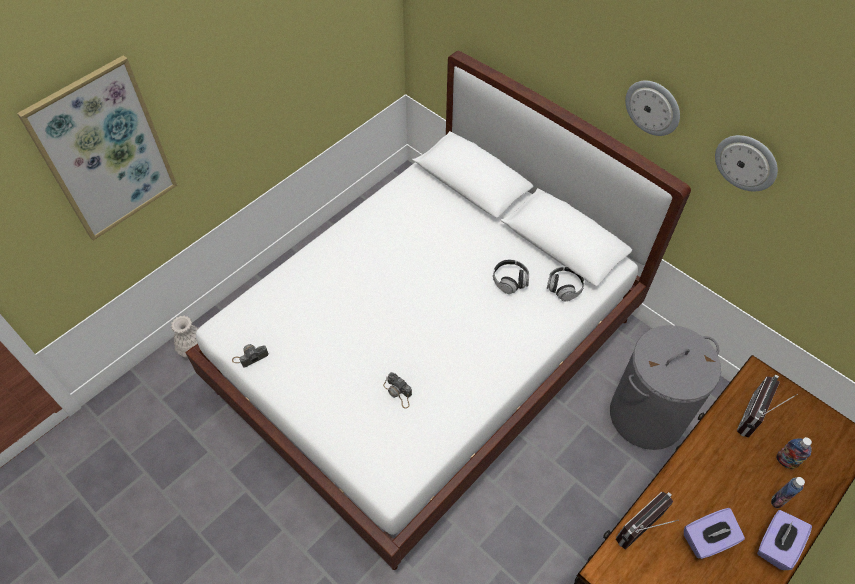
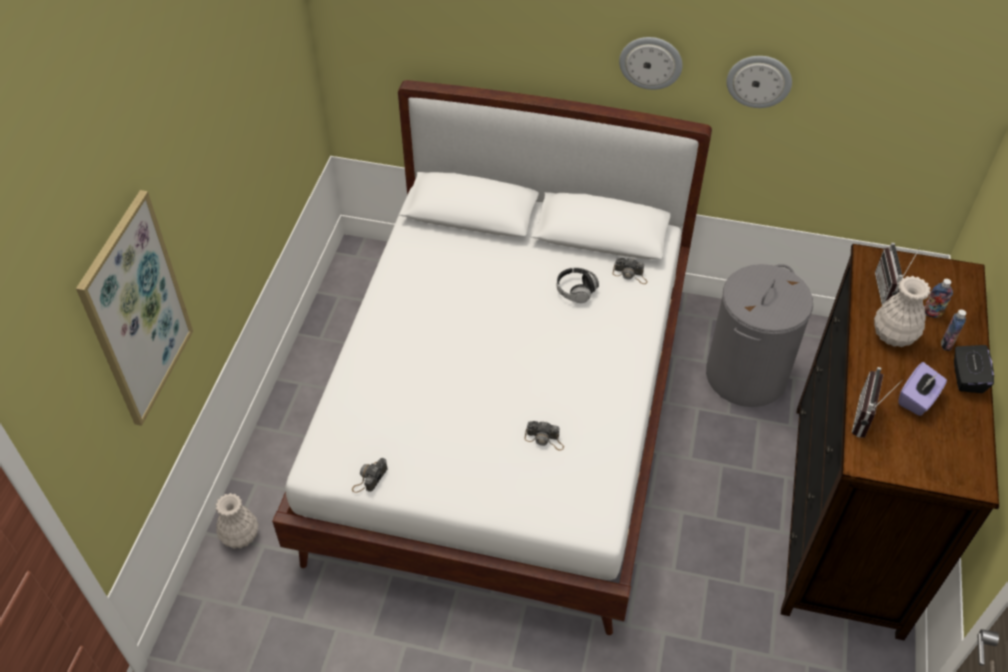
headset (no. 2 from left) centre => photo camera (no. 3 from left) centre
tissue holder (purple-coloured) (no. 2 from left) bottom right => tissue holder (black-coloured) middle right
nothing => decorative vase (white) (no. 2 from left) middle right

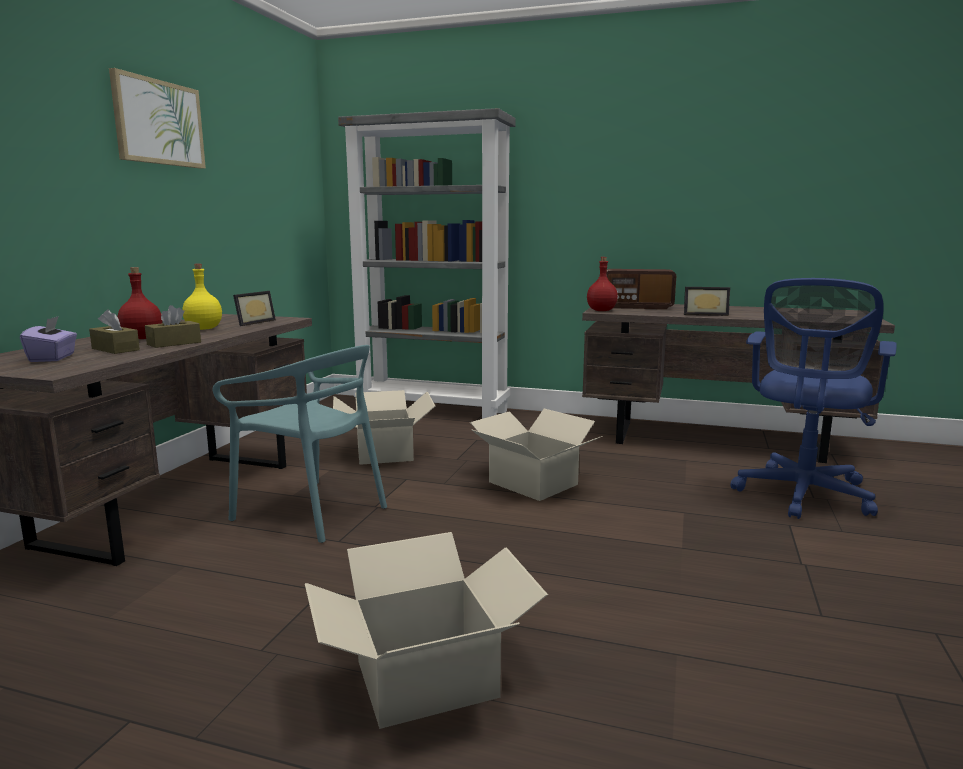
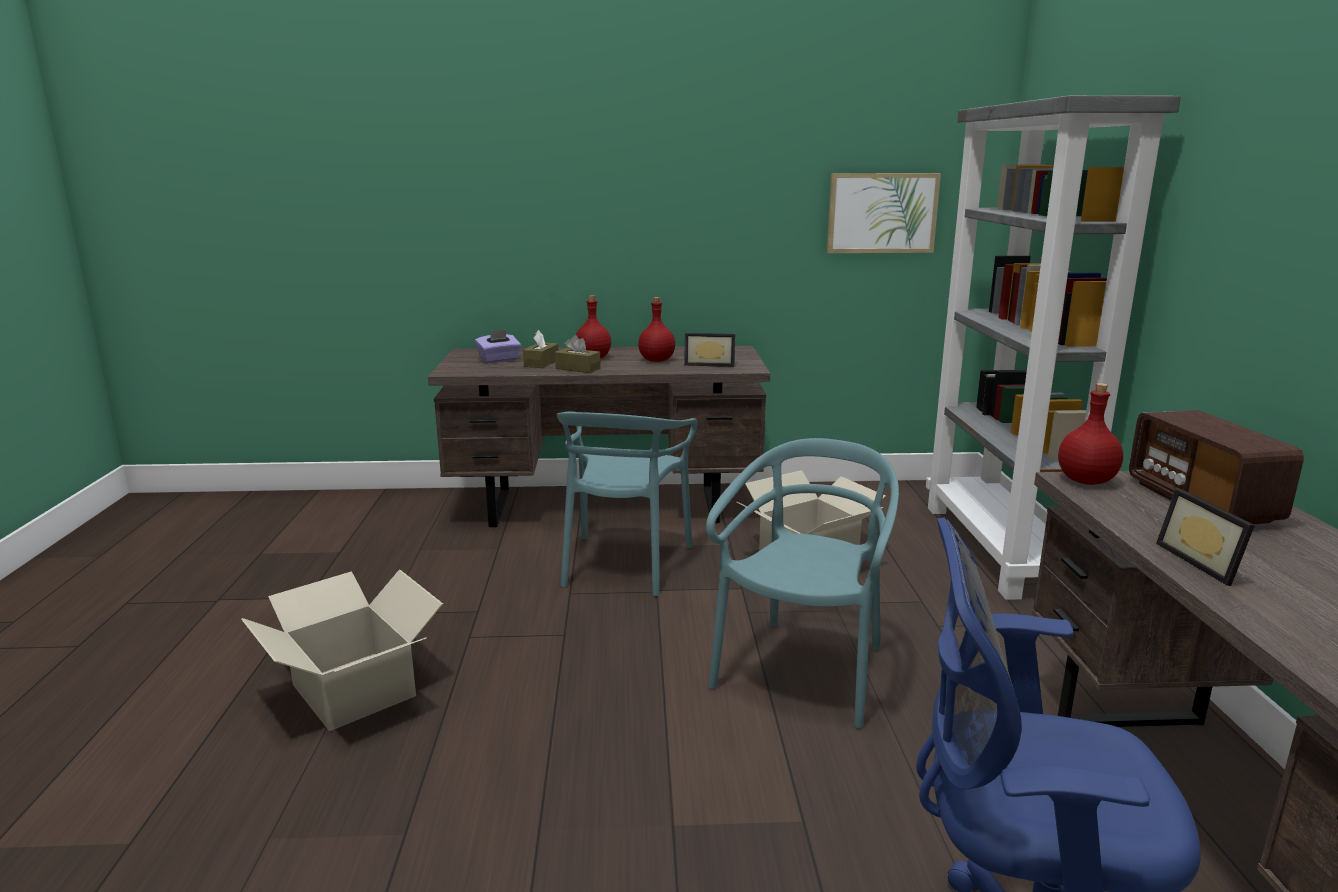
picture top left => picture top centre, shifted
bottle (yellow) middle left => bottle (red-coloured) (no. 2 from left) centre
packing box (no. 3 from left) centre => chair (blue-green) (no. 2 from left) centre

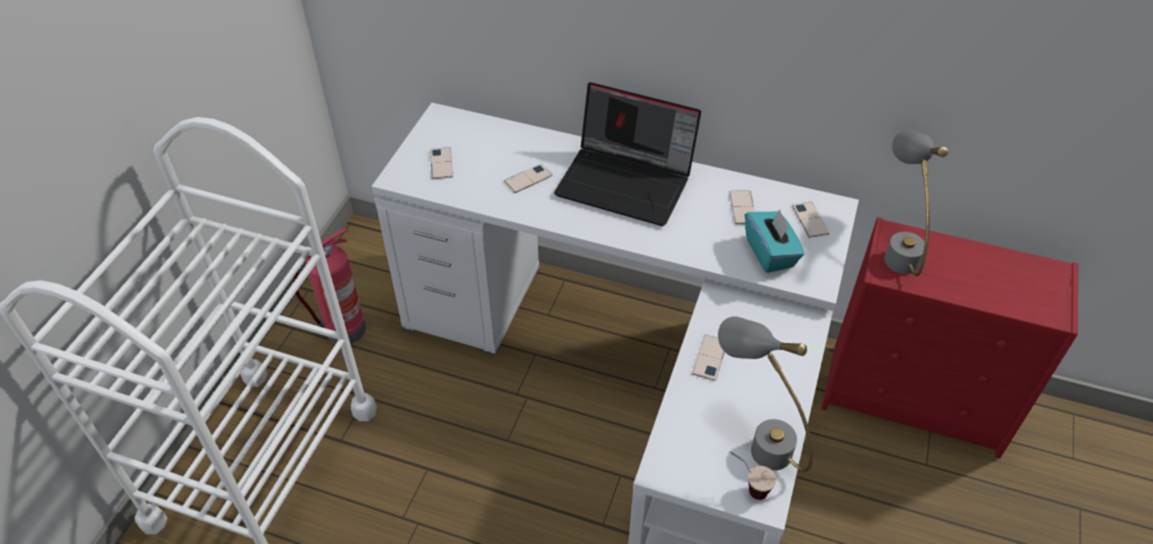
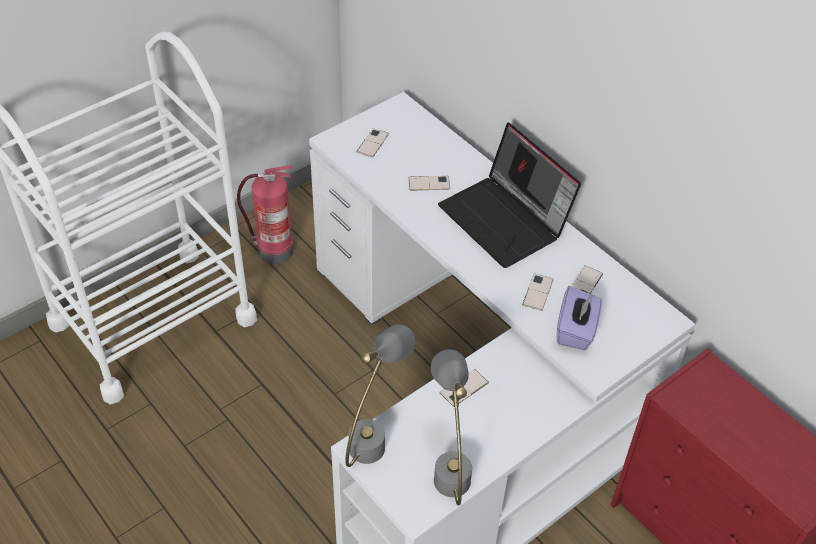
drinking cup bottom centre => nothing
tissue holder (blue-green) middle right => tissue holder (purple-coloured) middle right
telephone (no. 5 from left in the first image) middle right => telephone (no. 4 from left) centre, shifted
table lamp (grey) (no. 2 from left in the first image) middle right => table lamp (grey) (no. 1 from left) bottom centre, shifted

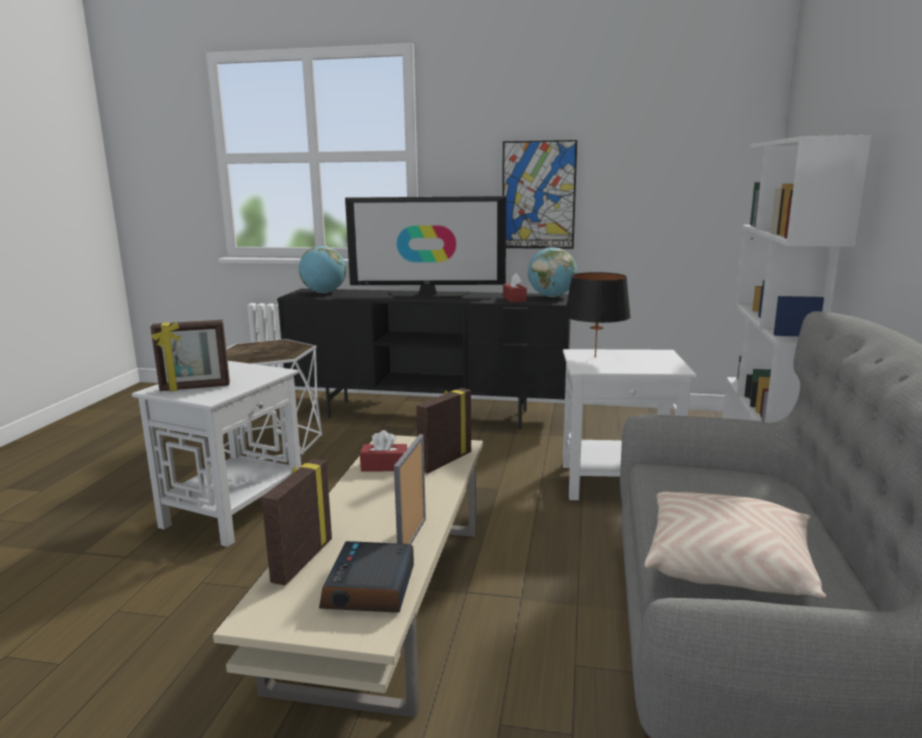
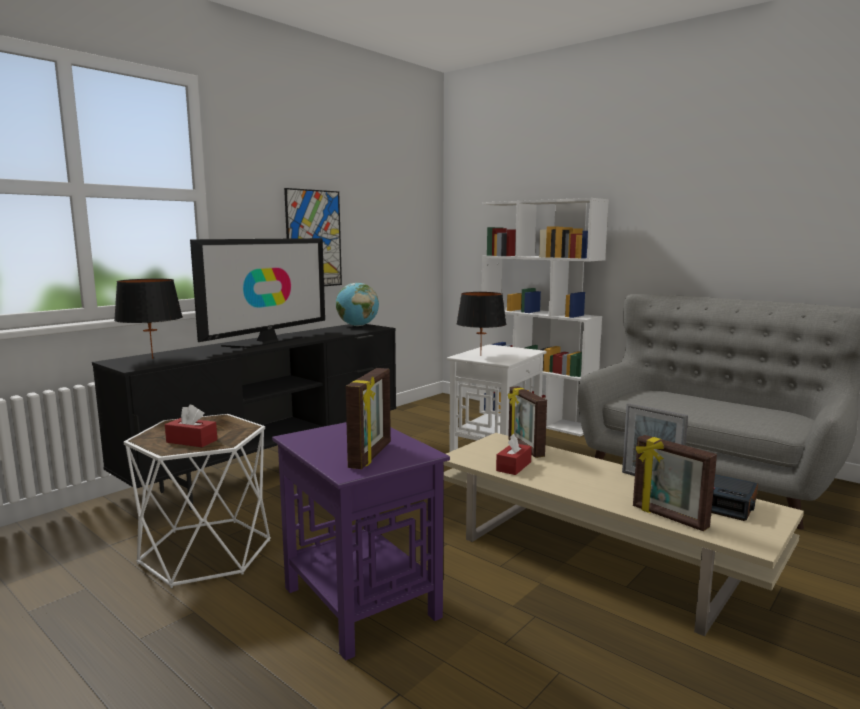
accent table (white) (no. 1 from left) middle left => accent table (purple-coloured) bottom centre
desk globe (no. 1 from left) centre => table lamp (black-coloured) (no. 1 from left) middle left
tissue holder (red-coloured) (no. 2 from left in the first image) centre => tissue holder (red-coloured) (no. 1 from left) middle left, shifted
cushion (sand-coloured) bottom right => nothing

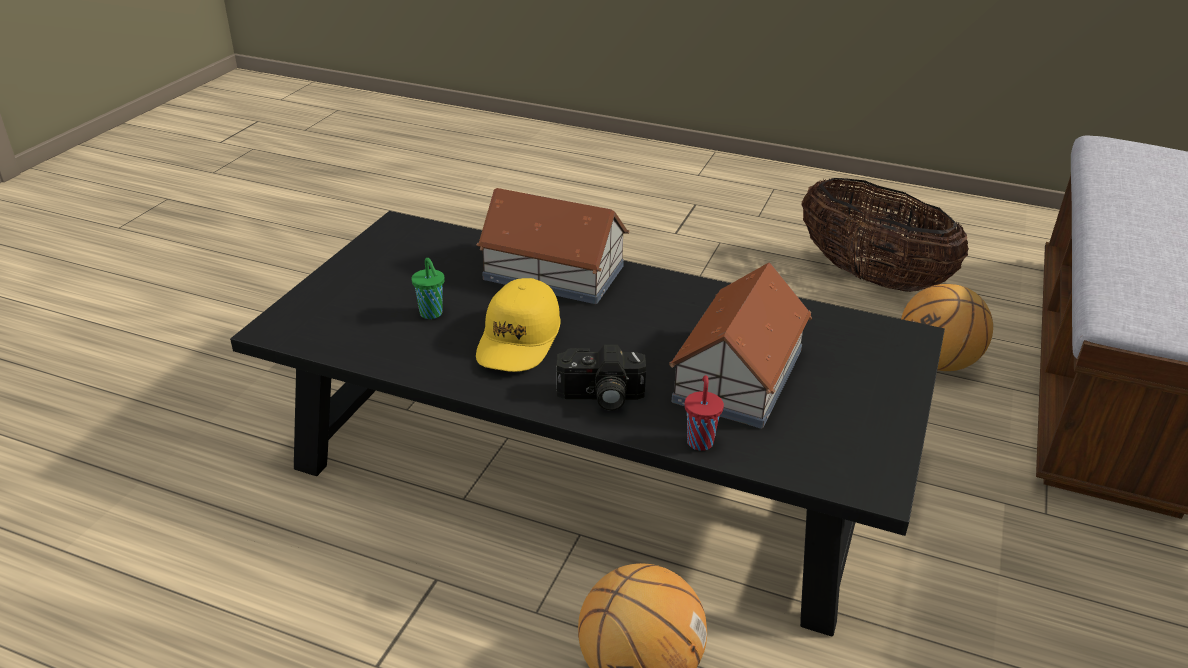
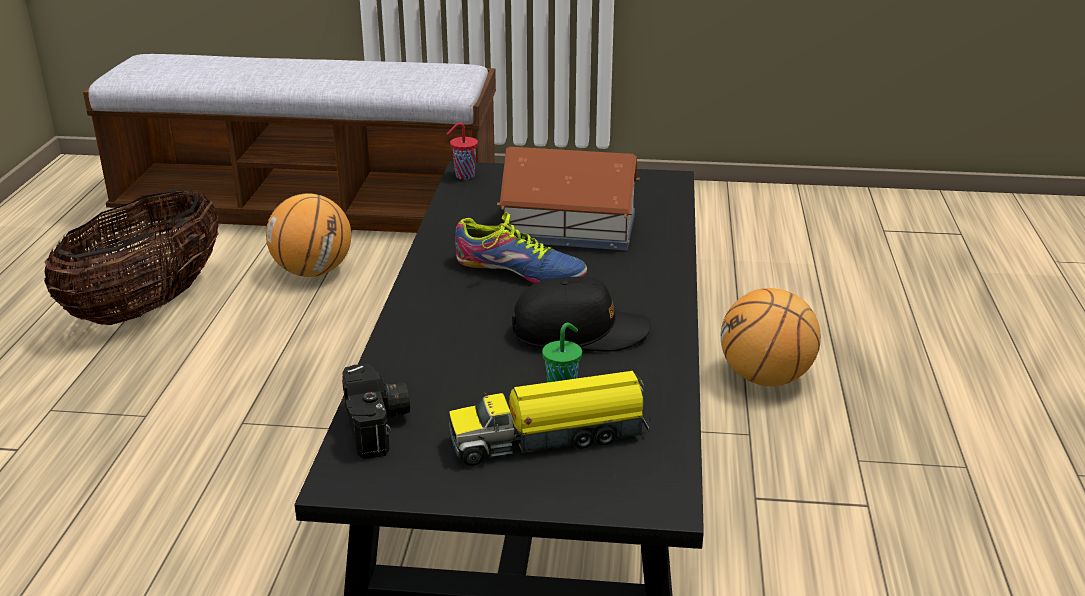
baseball cap (yellow) centre => baseball cap (black-coloured) centre
miniature house (no. 1 from left) centre => nothing
photo camera centre => photo camera bottom centre, shifted
drinking cup (red-coloured) centre => drinking cup (red-coloured) top centre, shifted
nothing => toy truck bottom centre
nothing => low shoe centre

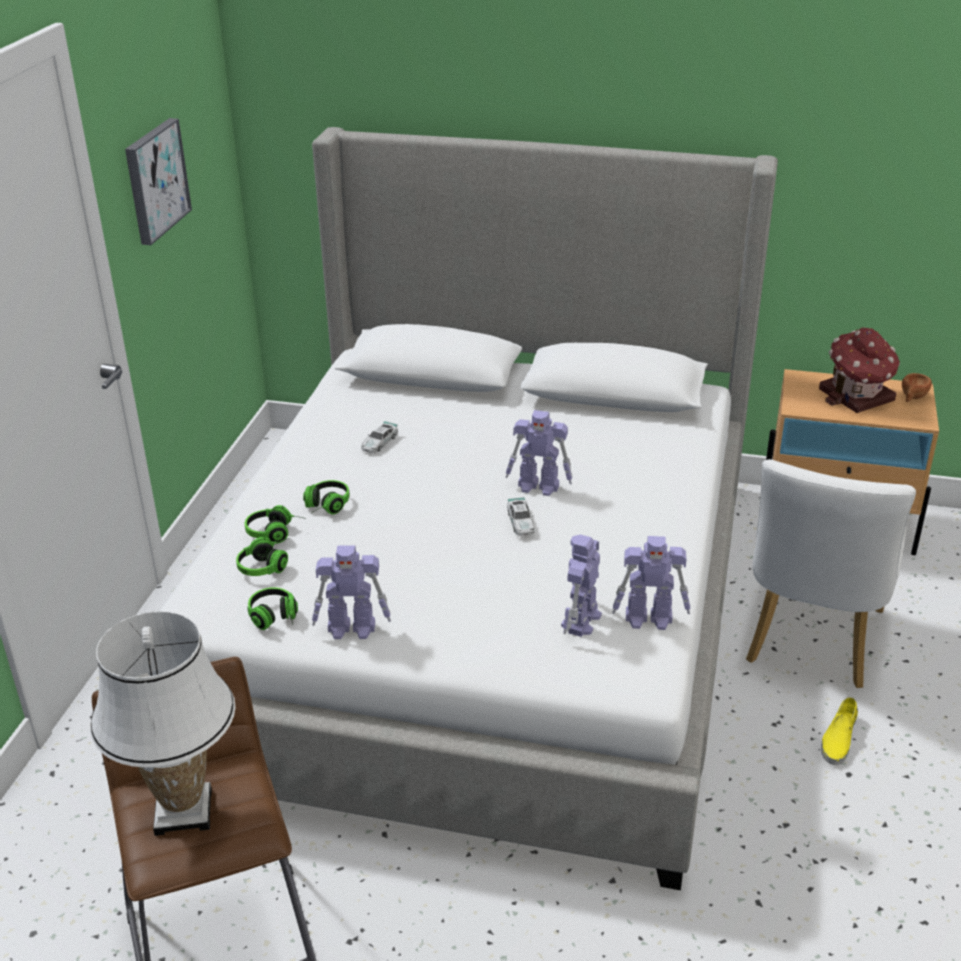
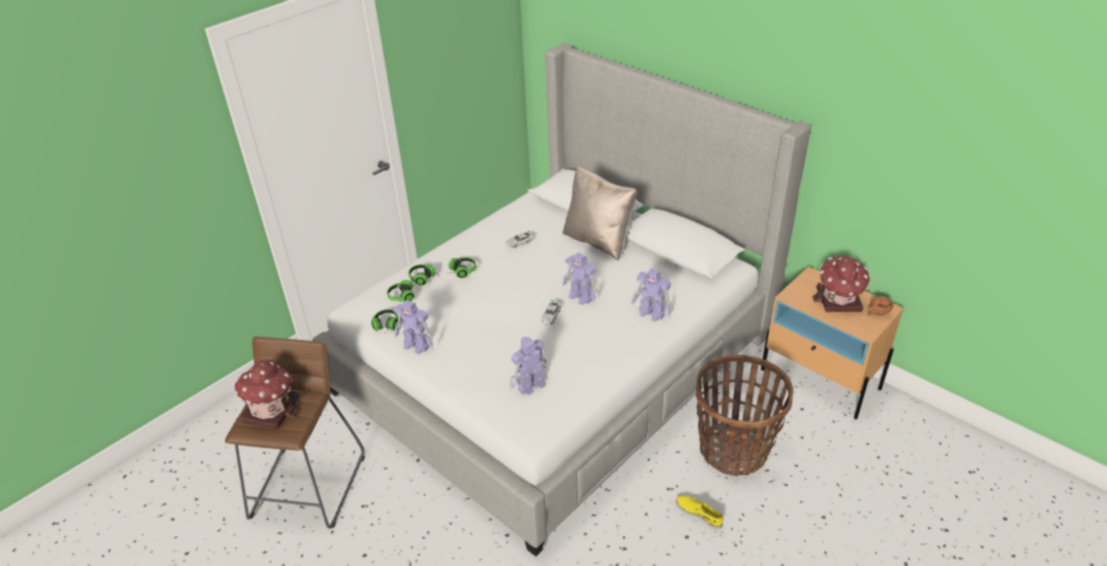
table lamp (white) bottom left => miniature house (no. 1 from left) bottom left
picture top left => nothing
toy robot (no. 4 from left) middle right => toy robot (no. 4 from left) centre, shifted
chair (white) middle right => storage basket bottom right
low shoe (yellow) bottom right => low shoe (yellow) bottom centre, 75 degrees clockwise
nothing => cushion (sand-coloured) centre

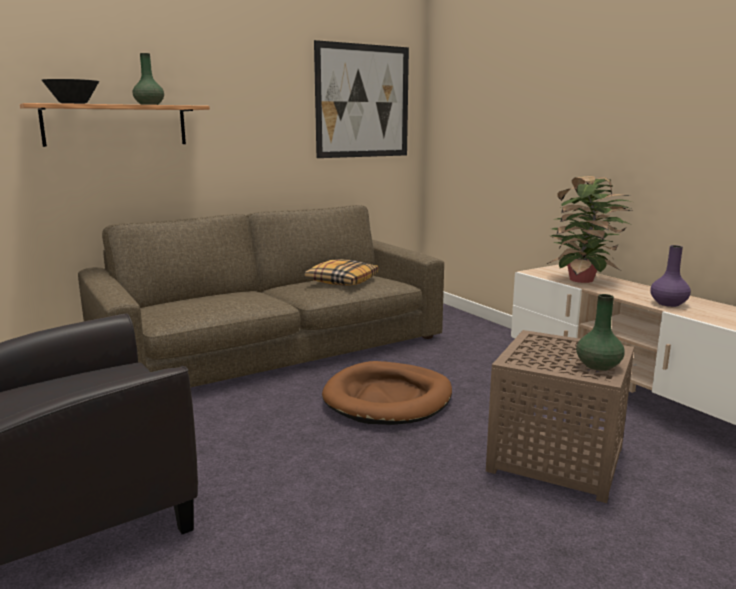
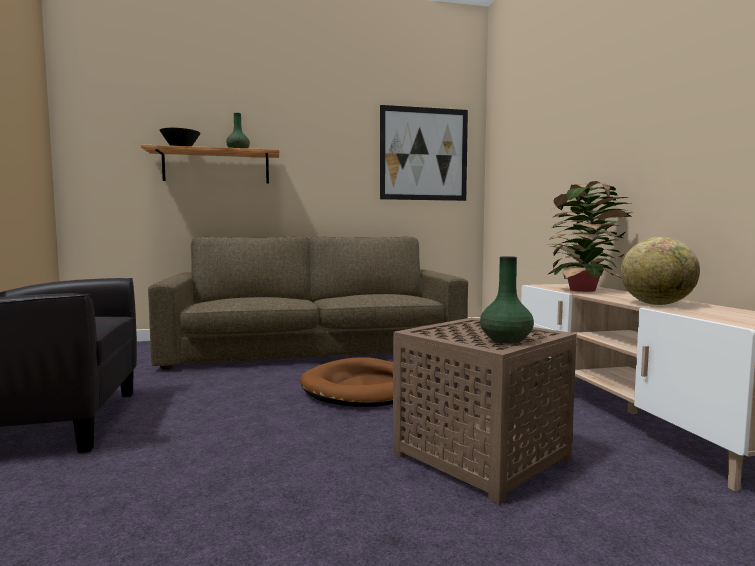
cushion centre => nothing
decorative vase (purple-coloured) middle right => desk globe middle right

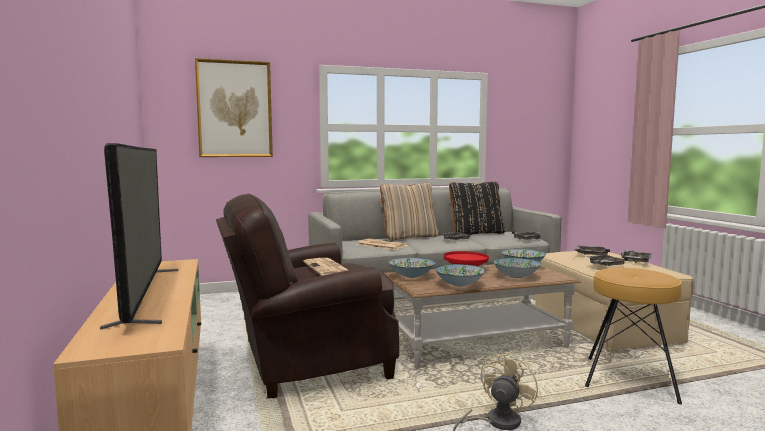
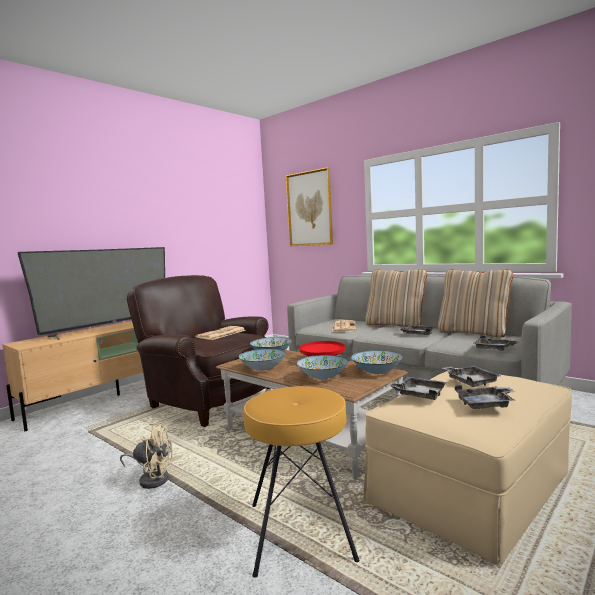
cushion (black-coloured) centre => cushion (sand-coloured) (no. 2 from left) middle right

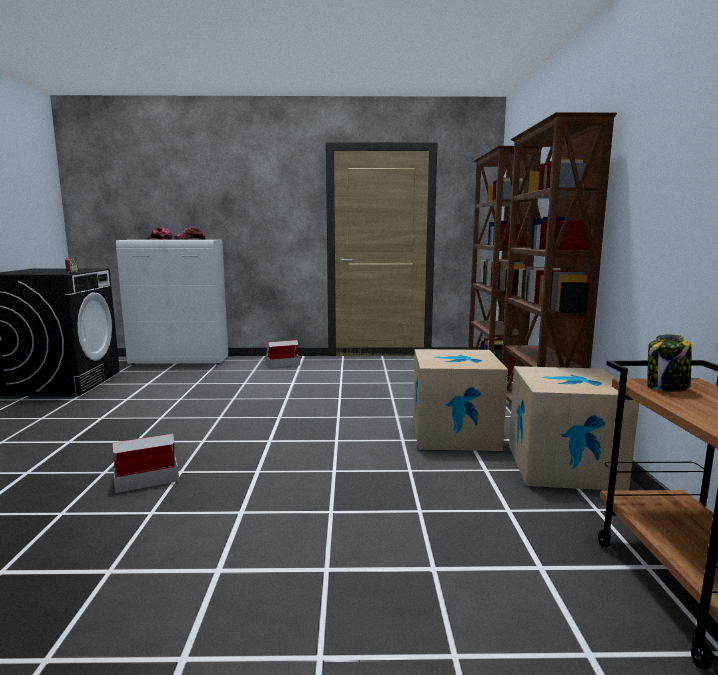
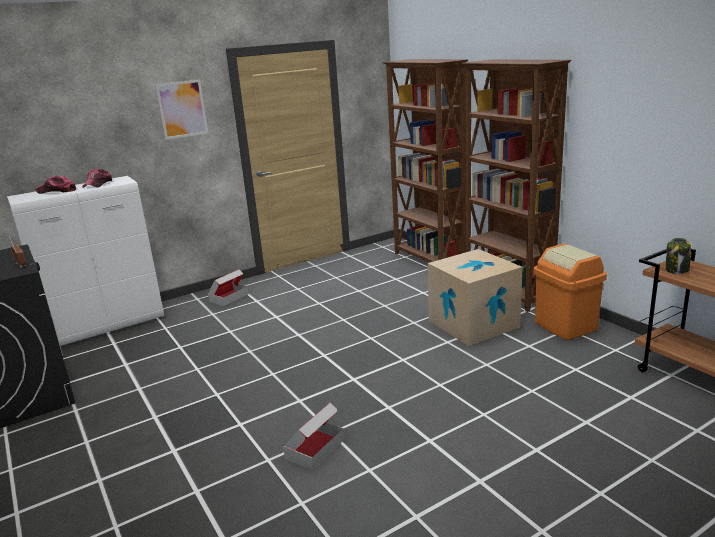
packing box (no. 4 from left) middle right => rubbish bin (orange-coloured) middle right
nothing => picture top left

